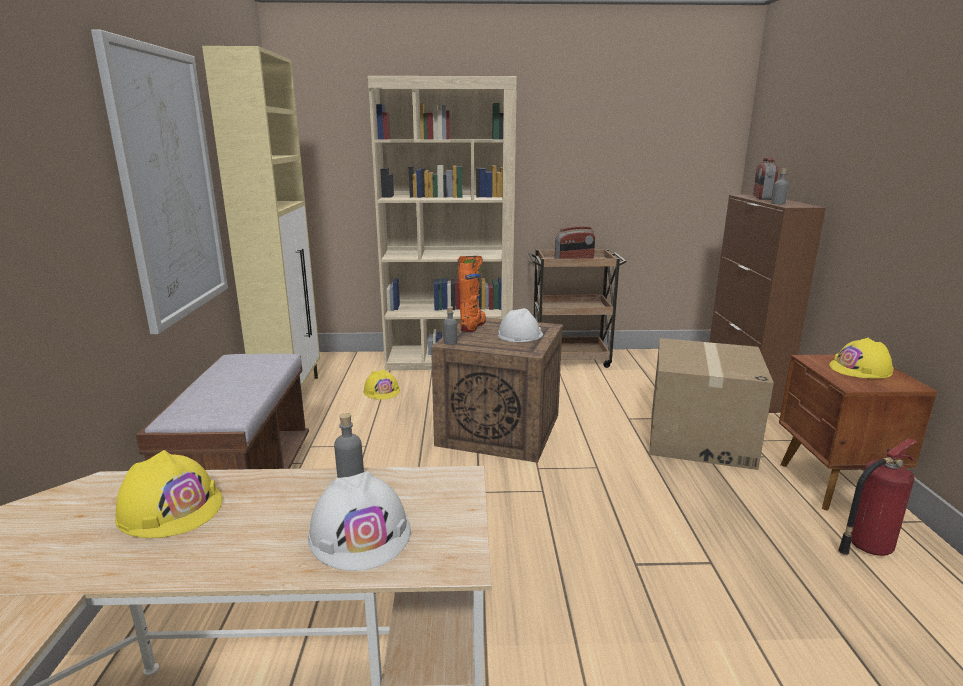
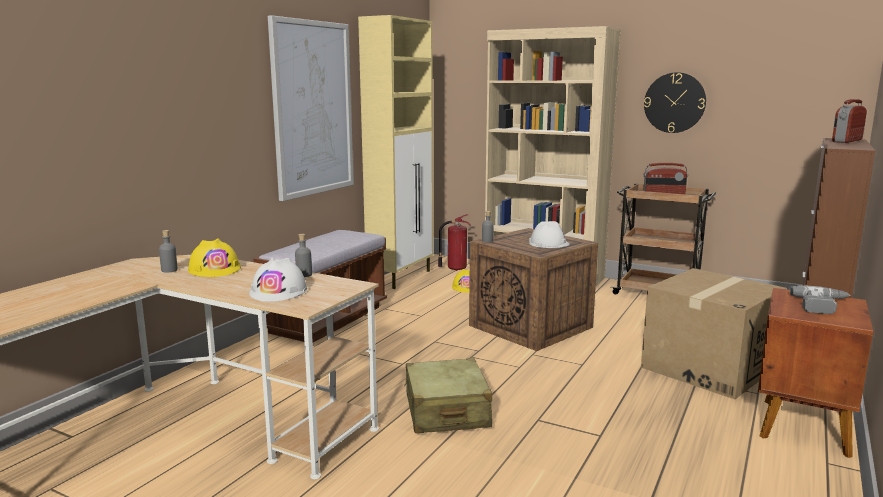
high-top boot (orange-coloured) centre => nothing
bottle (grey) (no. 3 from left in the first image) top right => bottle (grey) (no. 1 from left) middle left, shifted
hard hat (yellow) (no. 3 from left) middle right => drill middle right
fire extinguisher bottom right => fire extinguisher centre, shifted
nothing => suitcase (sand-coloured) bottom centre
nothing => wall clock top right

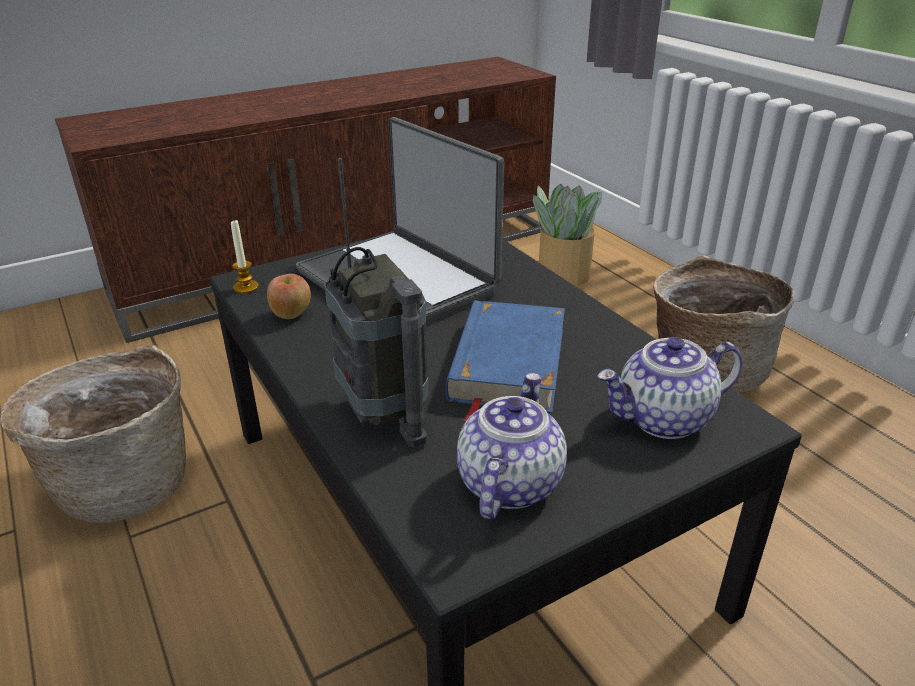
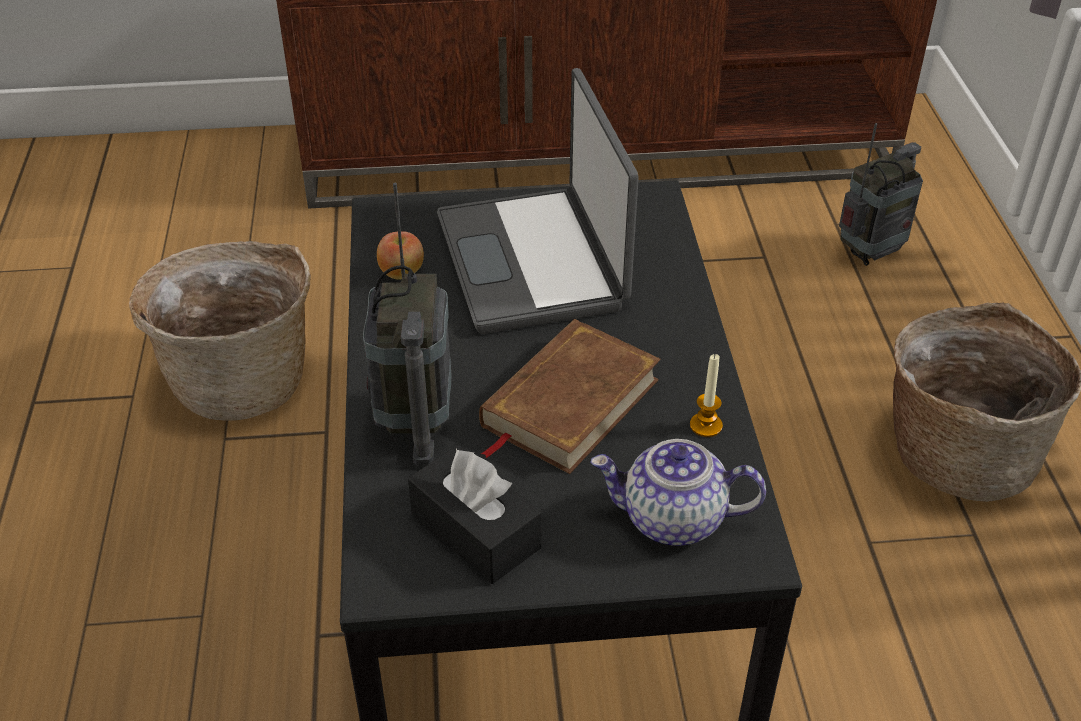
wax candle middle left => wax candle centre, shifted
volume (bluish) centre => volume (brown-coloured) centre
tea pot (no. 1 from left) centre => tissue holder (black-coloured) bottom centre
potted plant centre => radio receiver (no. 2 from left) top right

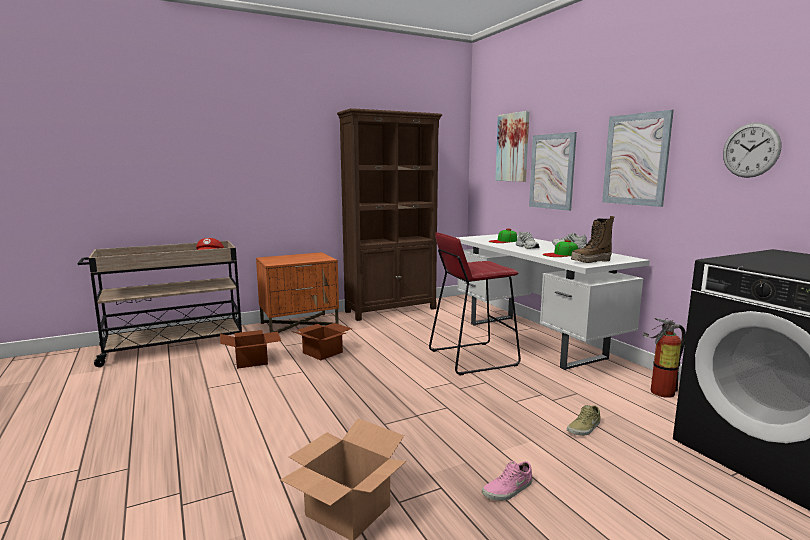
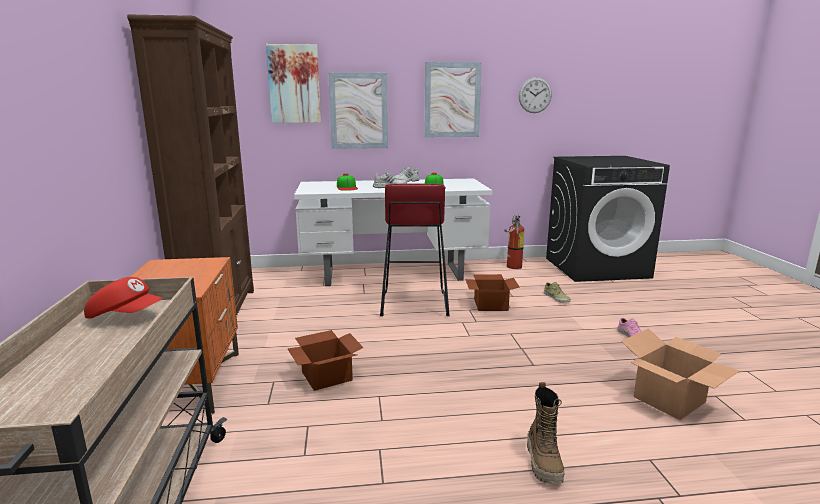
packing box (no. 1 from left in the first image) middle left => packing box (no. 2 from left) centre, shifted
high-top boot middle right => high-top boot bottom centre, shifted

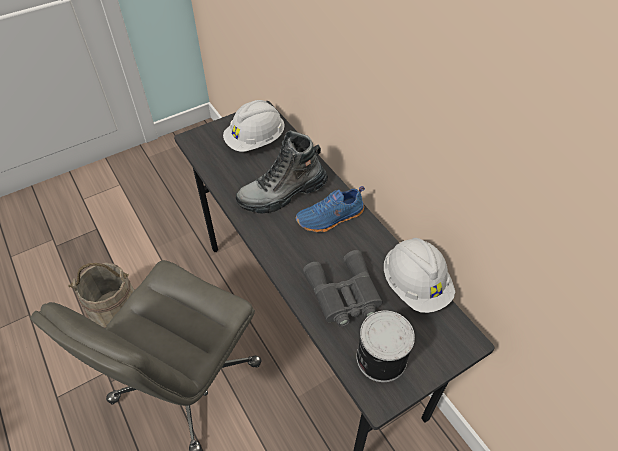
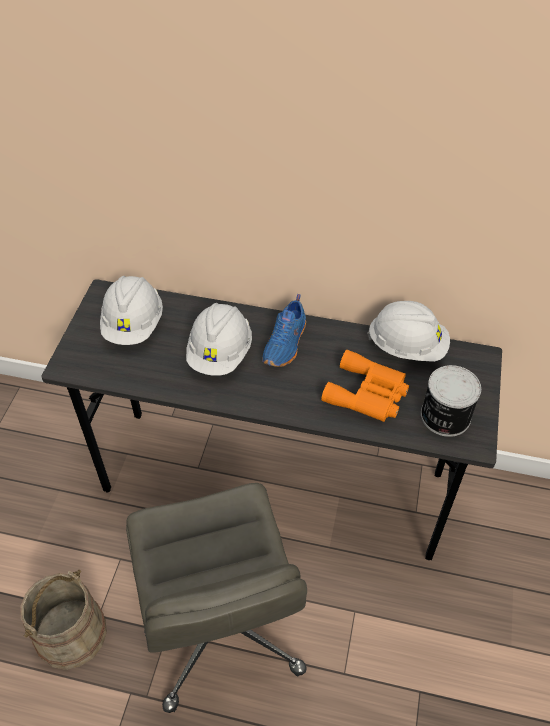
high-top boot centre => hard hat (white) (no. 2 from left) centre
pair of binoculars (grey) centre => pair of binoculars (orange-coloured) centre

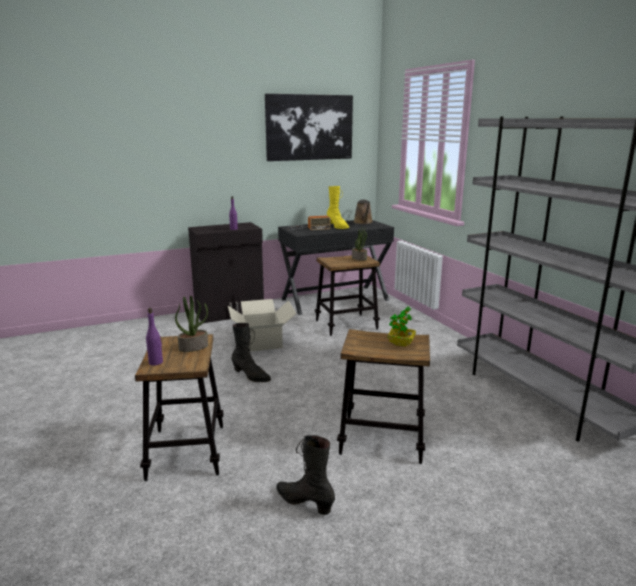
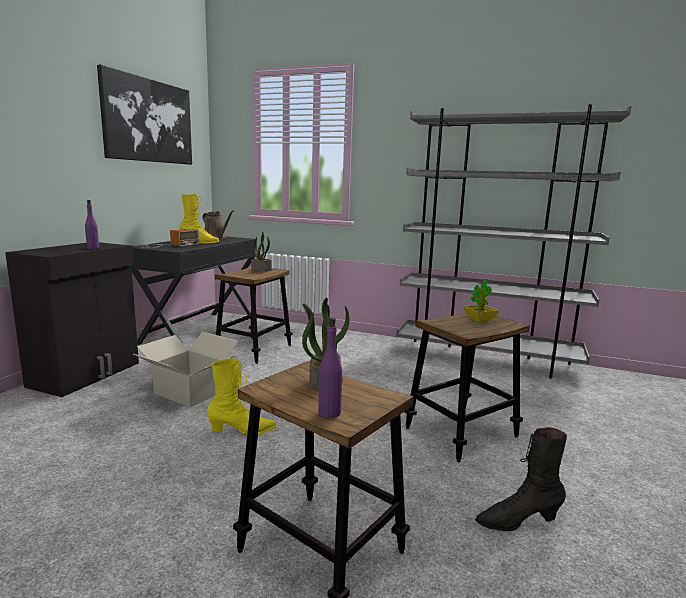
high-top boot (black-coloured) (no. 1 from left) centre => high-top boot (yellow) (no. 2 from left) centre

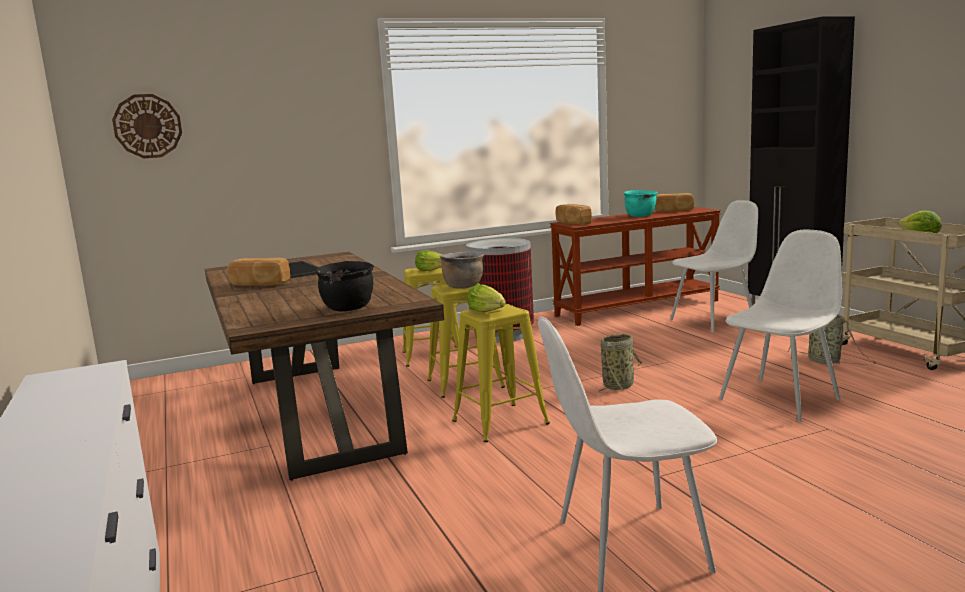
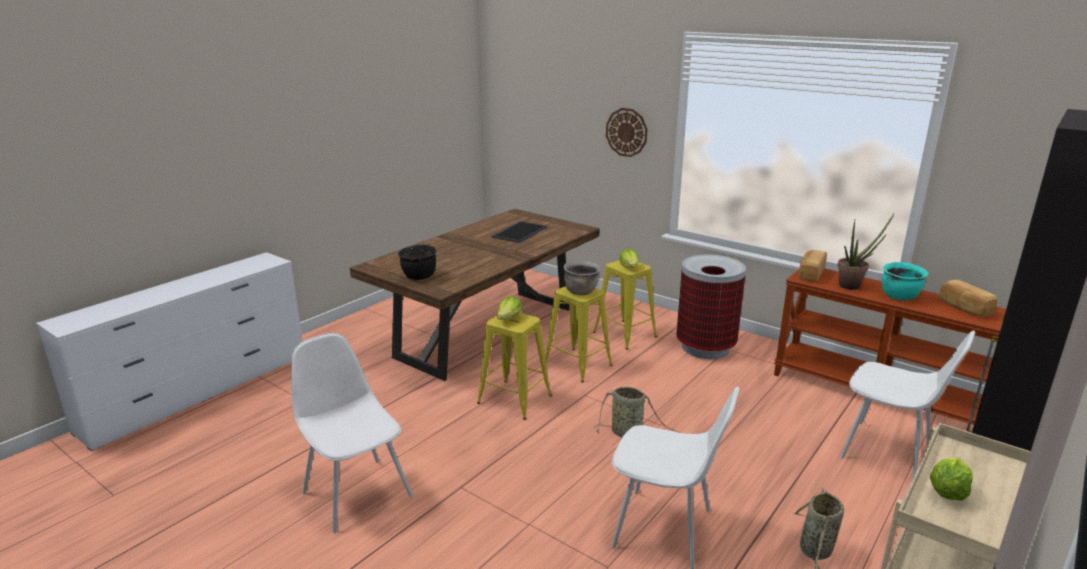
wall clock top left => wall clock top centre, shifted
bread (no. 1 from left) middle left => nothing
nothing => potted plant middle right

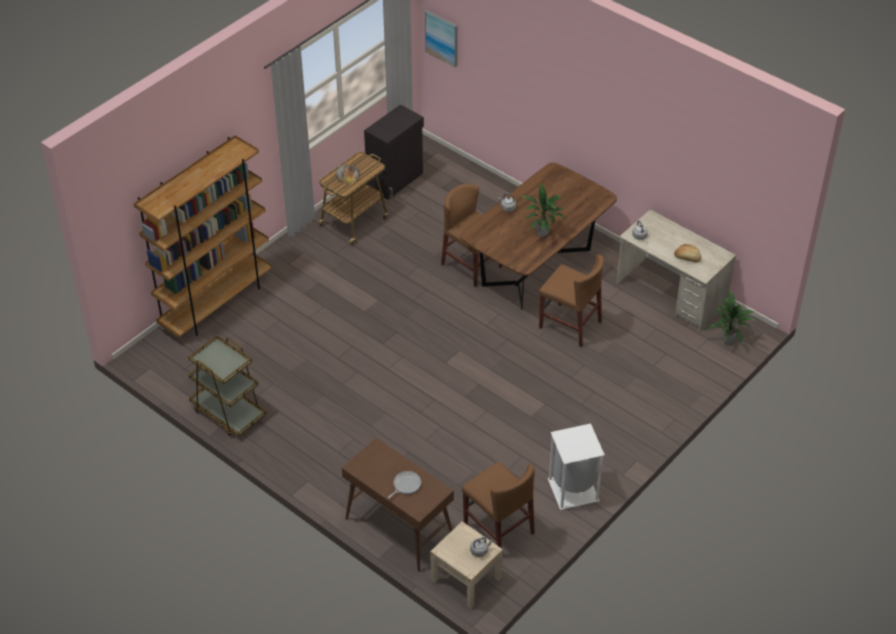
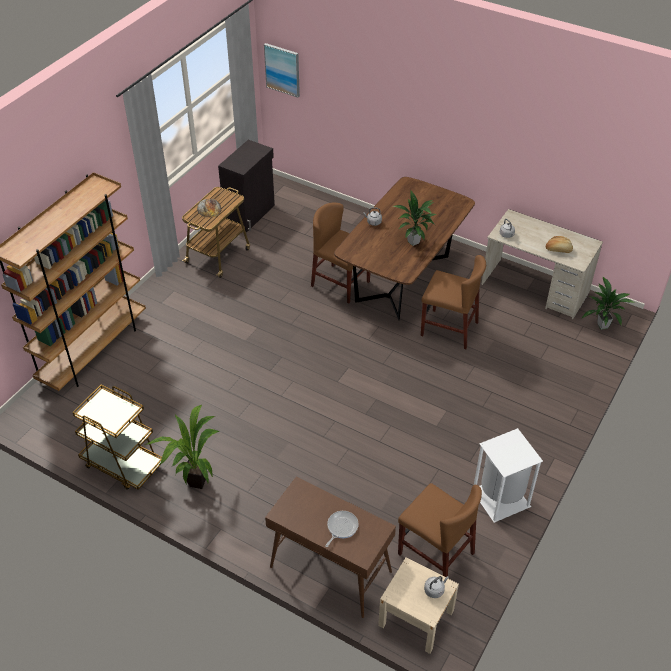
nothing => potted plant (no. 1 from left) middle left

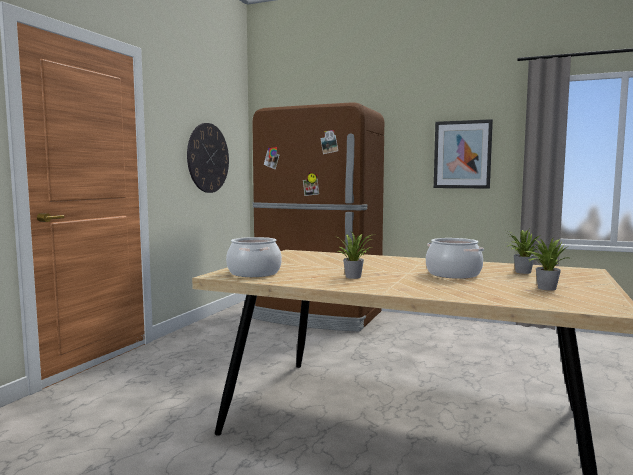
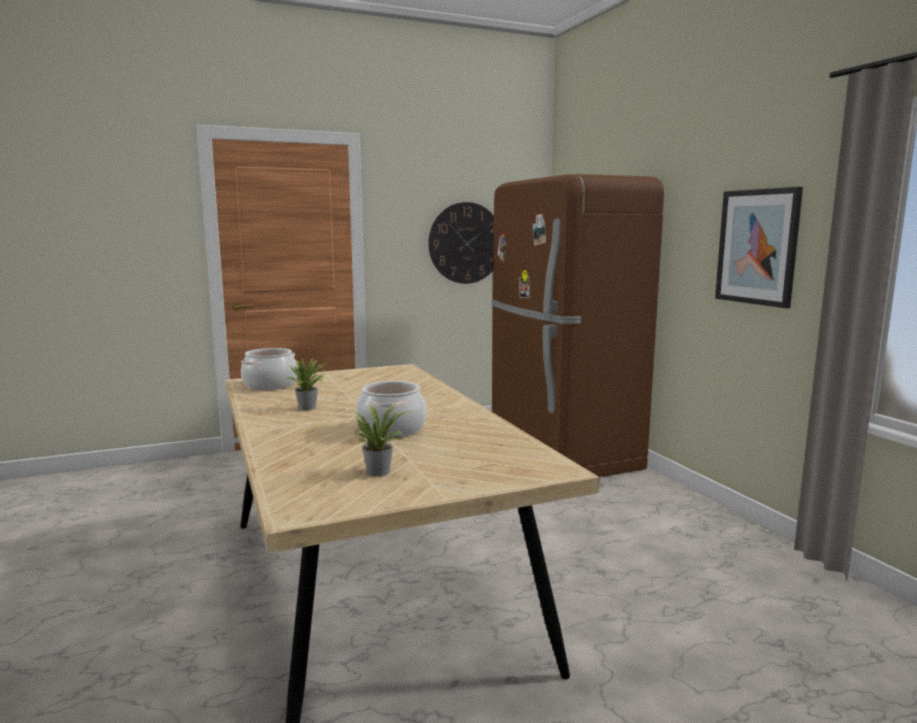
potted plant (no. 2 from left) middle right => nothing

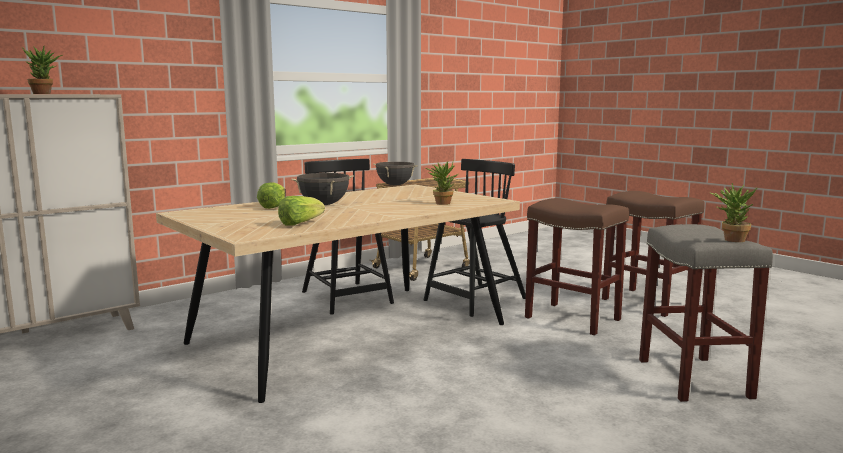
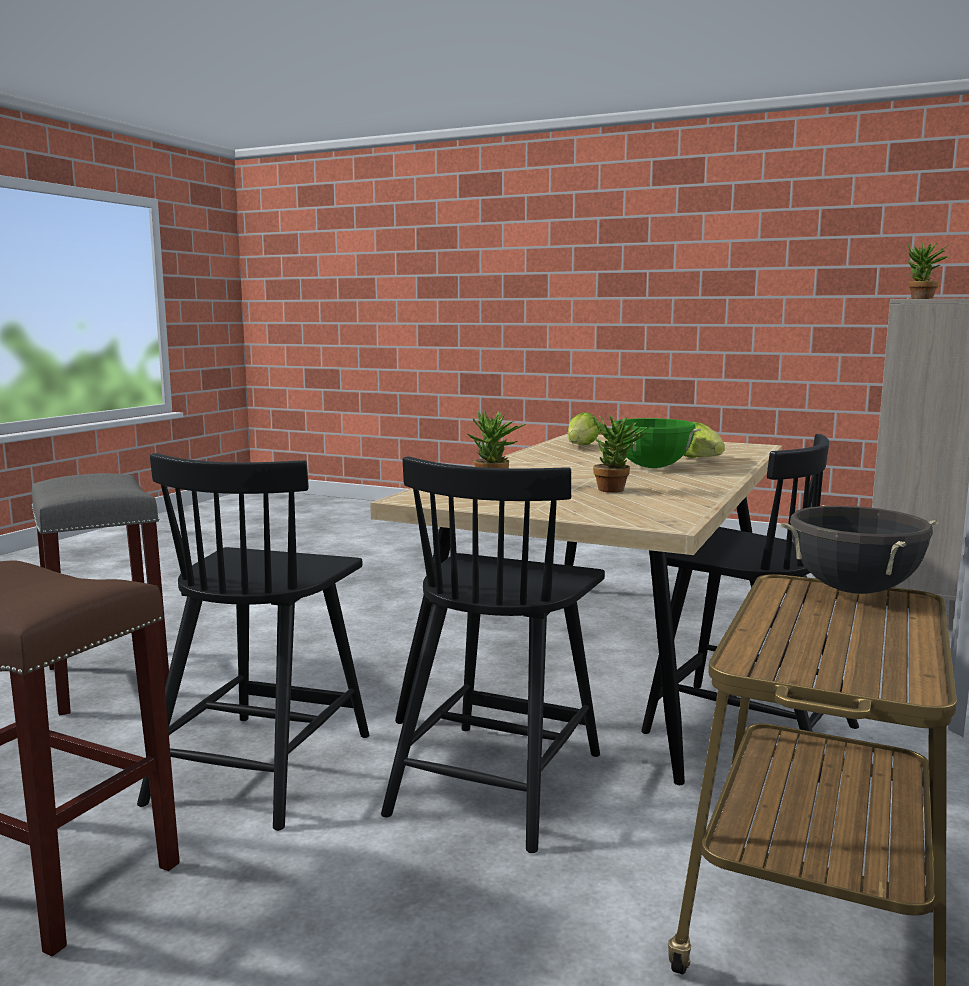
saucepot (black-coloured) (no. 1 from left) centre => saucepot (greenish) middle right
stool seat (brown-coloured) (no. 1 from left) middle right => chair (black-coloured) (no. 1 from left) middle left
potted plant (no. 3 from left in the first image) middle right => potted plant (no. 2 from left) centre, shifted

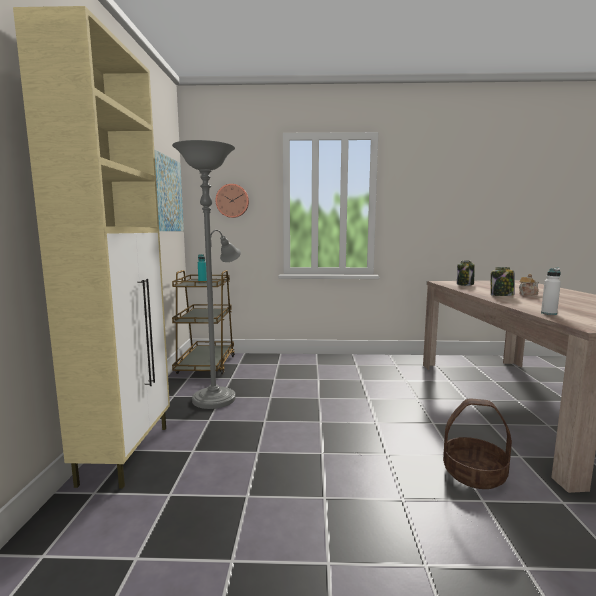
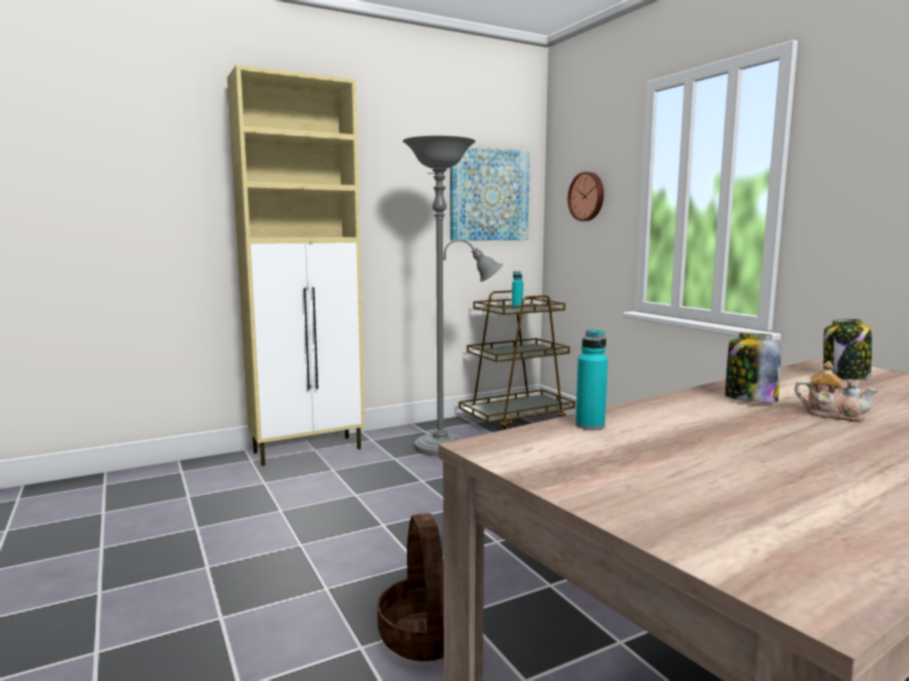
bottle (white) middle right => bottle (blue-green) (no. 2 from left) centre

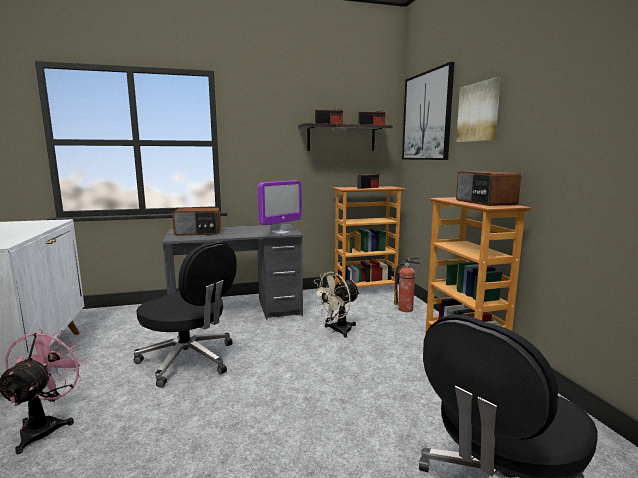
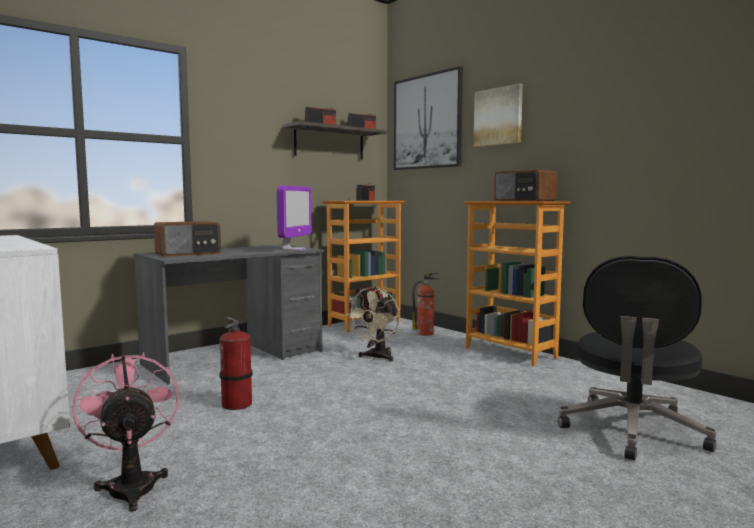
office chair (black-coloured) (no. 1 from left) middle left => fire extinguisher (no. 1 from left) bottom left

